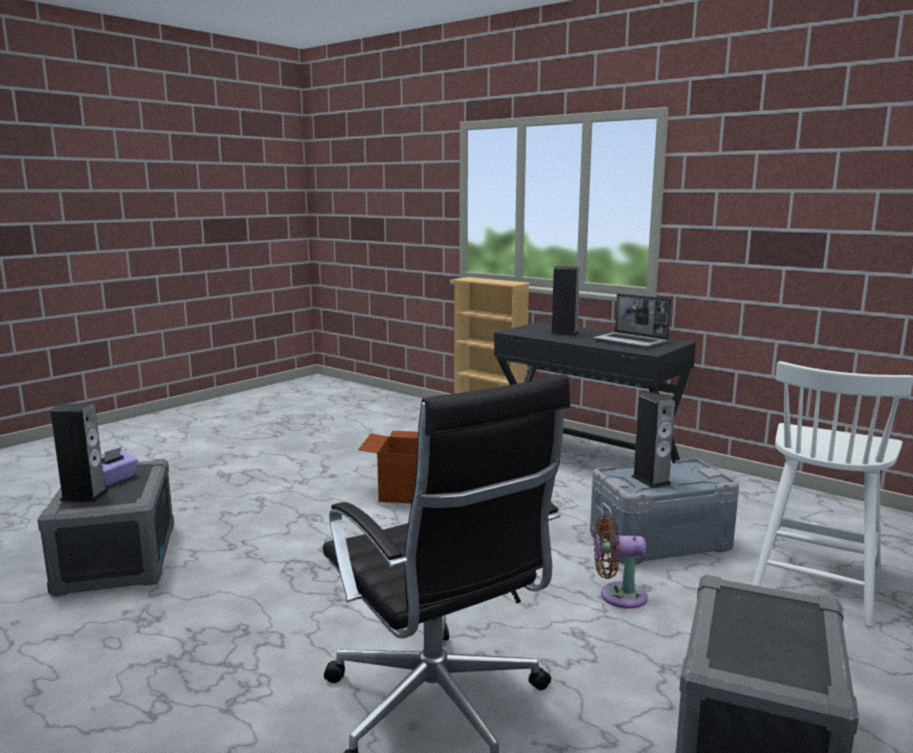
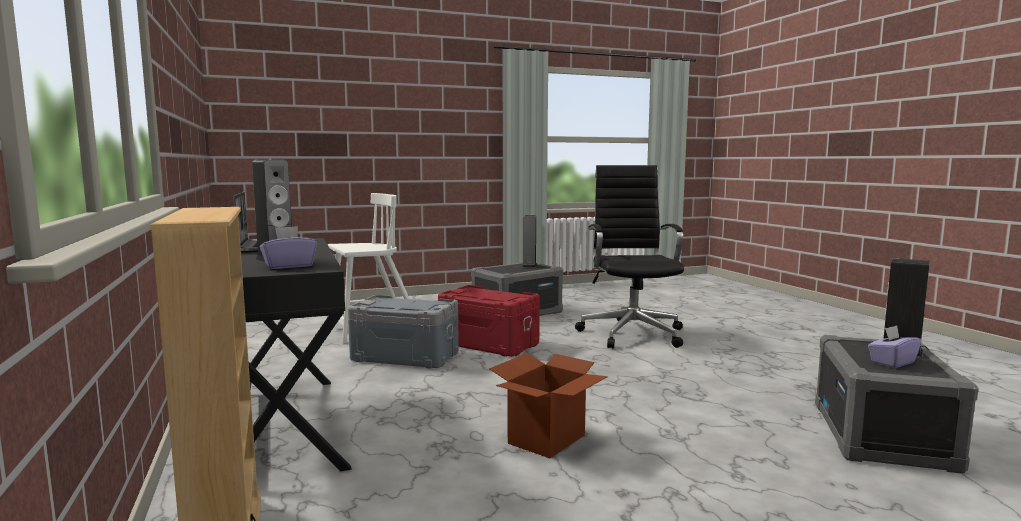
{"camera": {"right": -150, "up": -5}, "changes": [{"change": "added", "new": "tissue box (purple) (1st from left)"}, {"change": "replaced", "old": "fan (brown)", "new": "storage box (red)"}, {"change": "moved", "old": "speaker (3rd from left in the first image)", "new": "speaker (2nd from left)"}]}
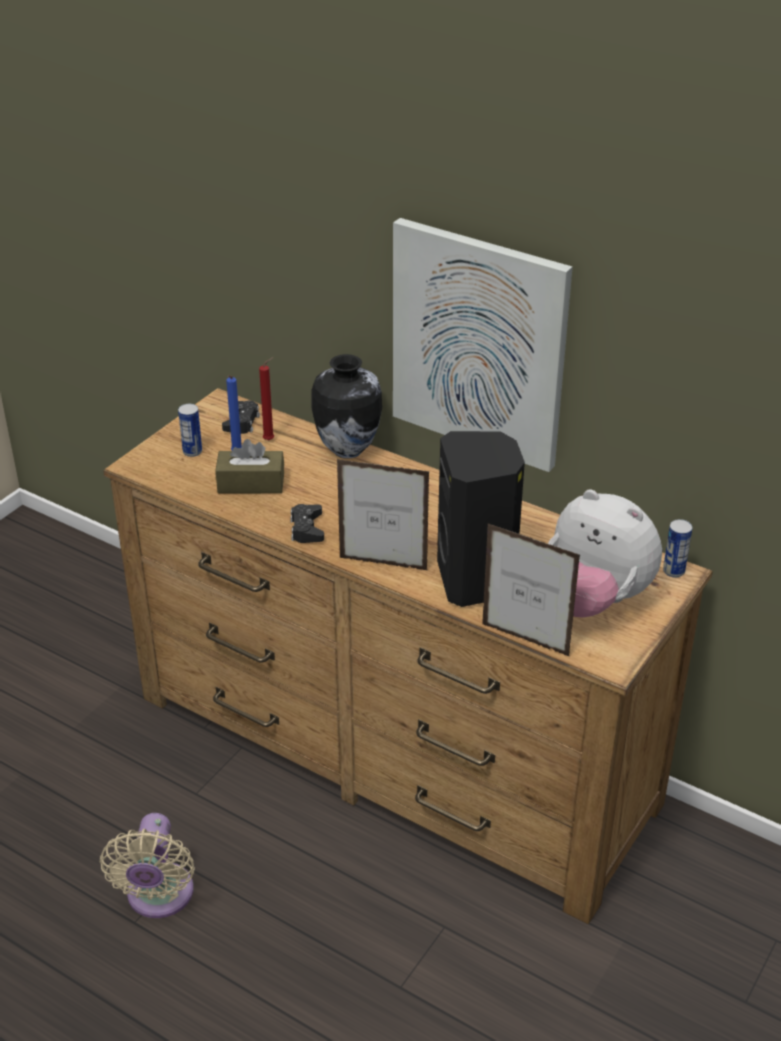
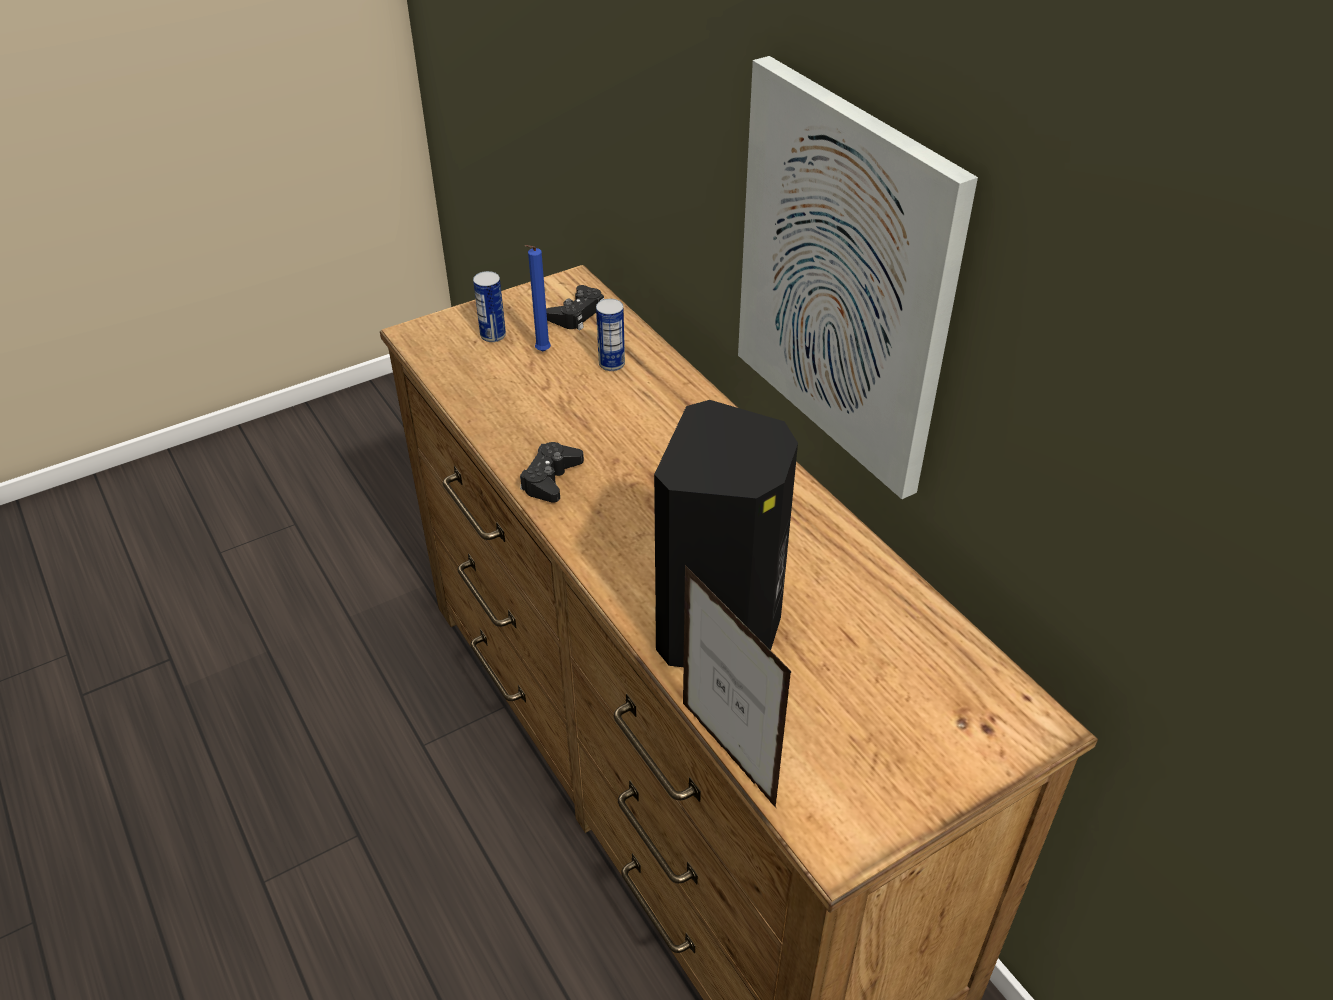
{"camera": {"right": 25, "up": 5}, "changes": [{"change": "moved", "old": "can (2nd from left)"}, {"change": "removed", "old": "fan (beige)"}, {"change": "removed", "old": "tissue box (brown)"}, {"change": "removed", "old": "candle (red)"}, {"change": "removed", "old": "vase"}, {"change": "removed", "old": "picture frame (1st from left)"}, {"change": "removed", "old": "plush toy"}]}
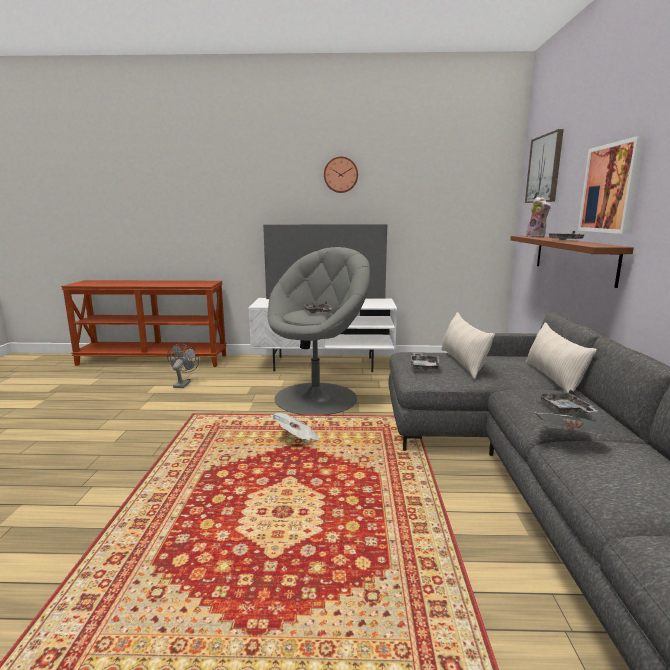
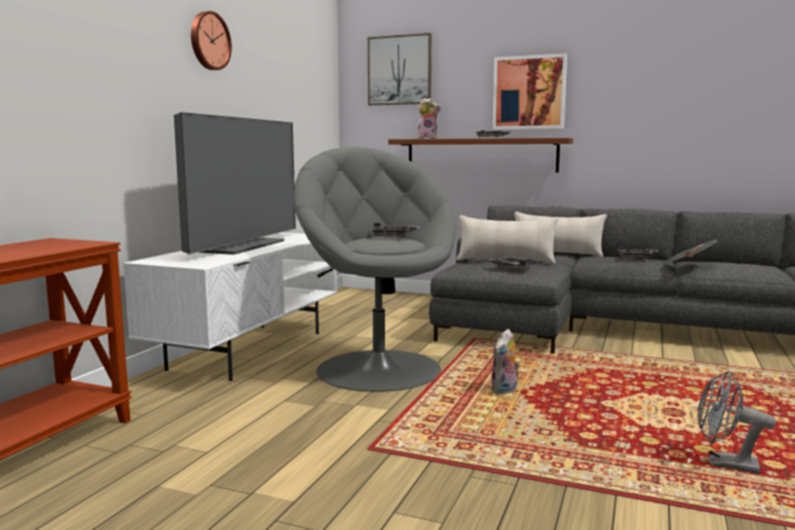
{"camera": {"right": -70, "up": -5}, "changes": [{"change": "replaced", "old": "newspaper (1st from left)", "new": "plush toy (2nd from left)"}, {"change": "moved", "old": "fan (grey)"}]}
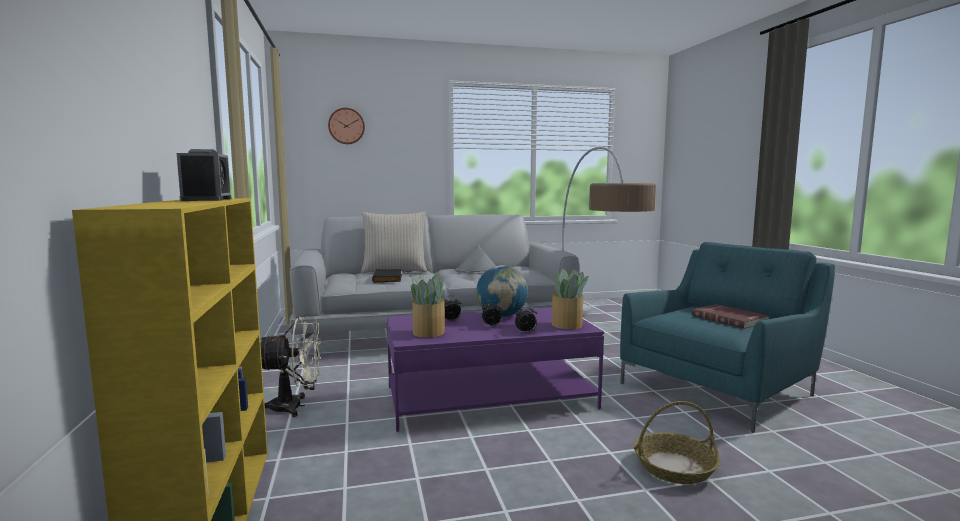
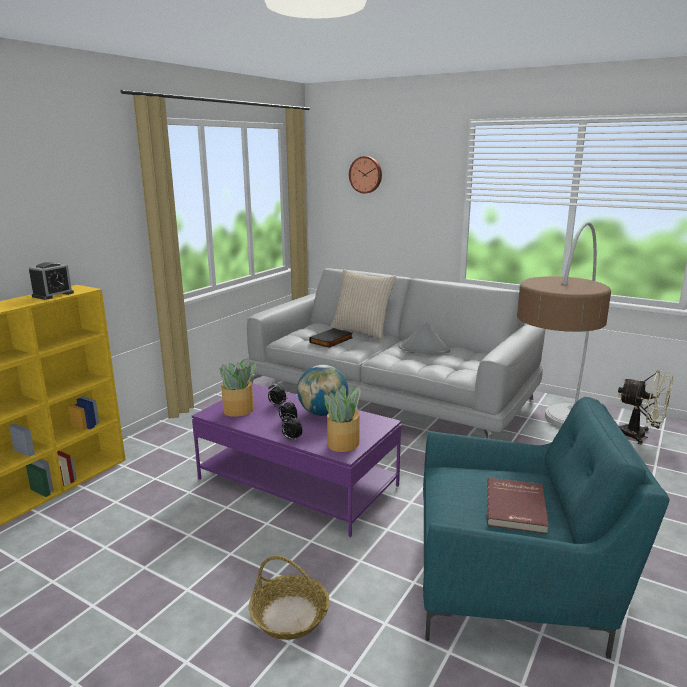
{"camera": {"right": 45, "up": 10}, "changes": [{"change": "moved", "old": "fan (beige)"}]}
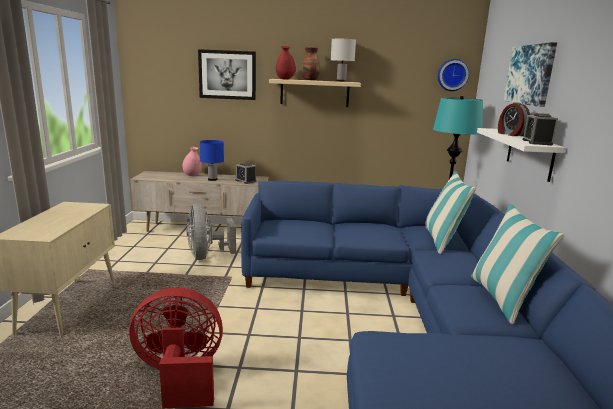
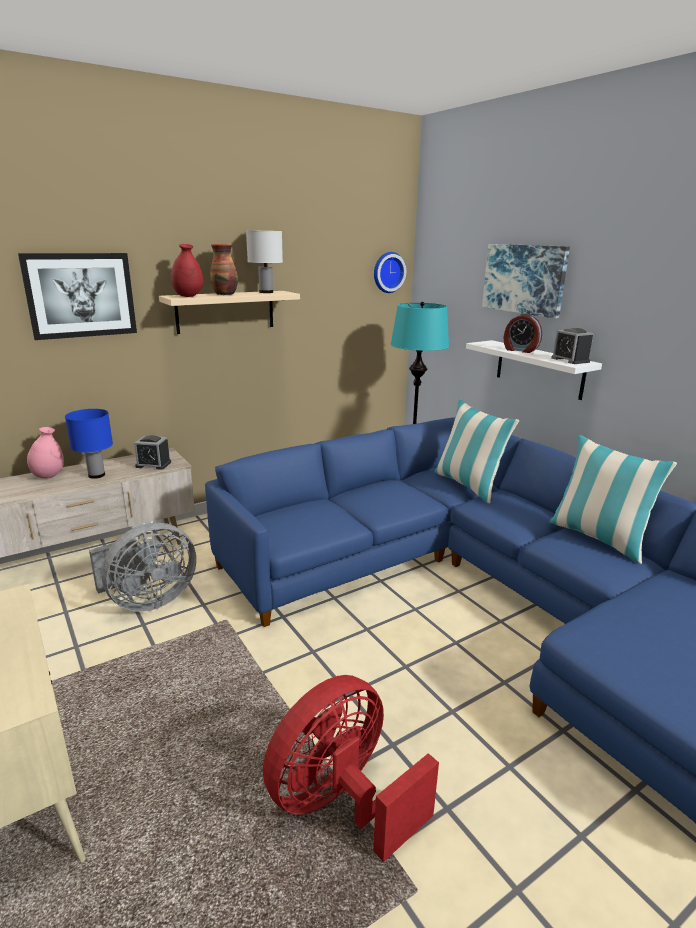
{"camera": {"right": -35, "up": 5}, "changes": [{"change": "turned", "old": "fan (grey)", "degrees": -75}]}
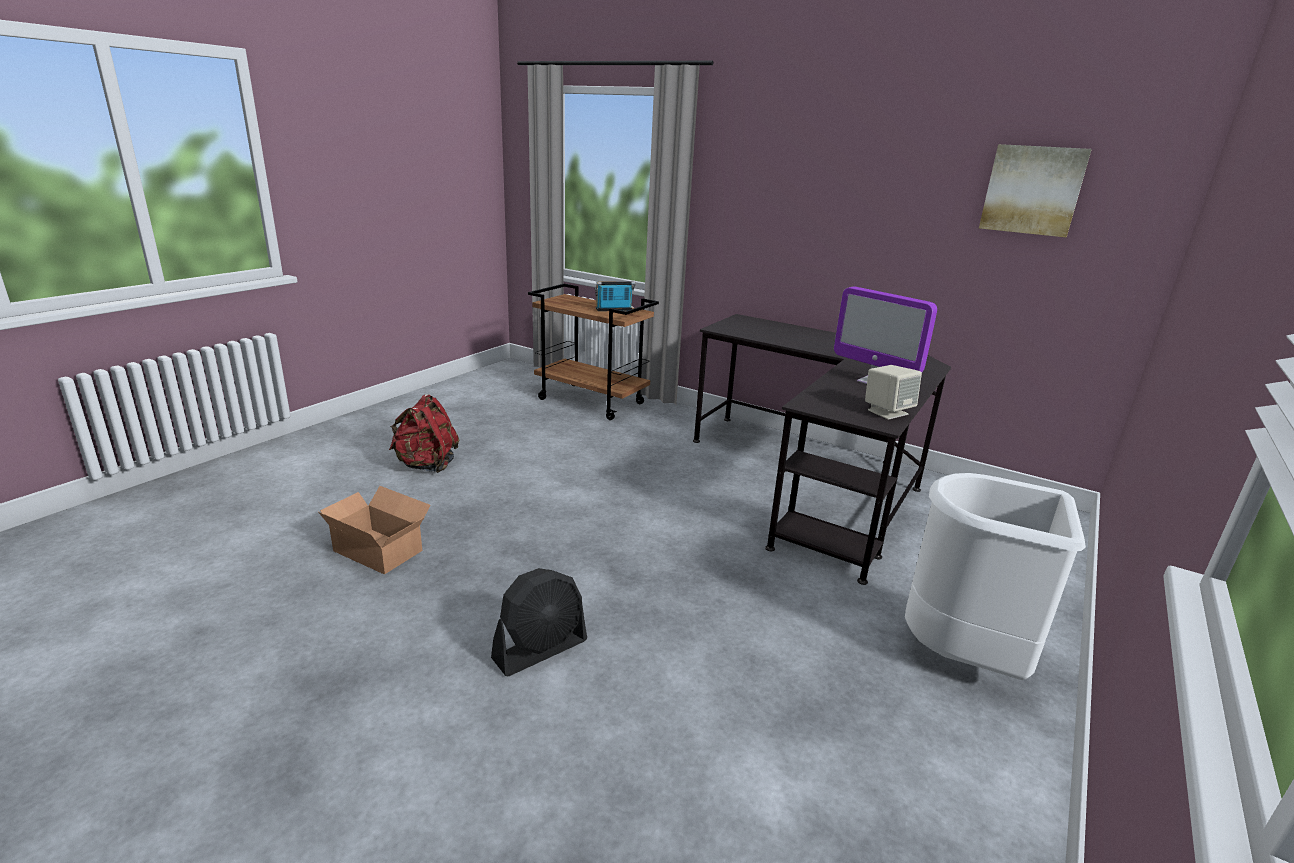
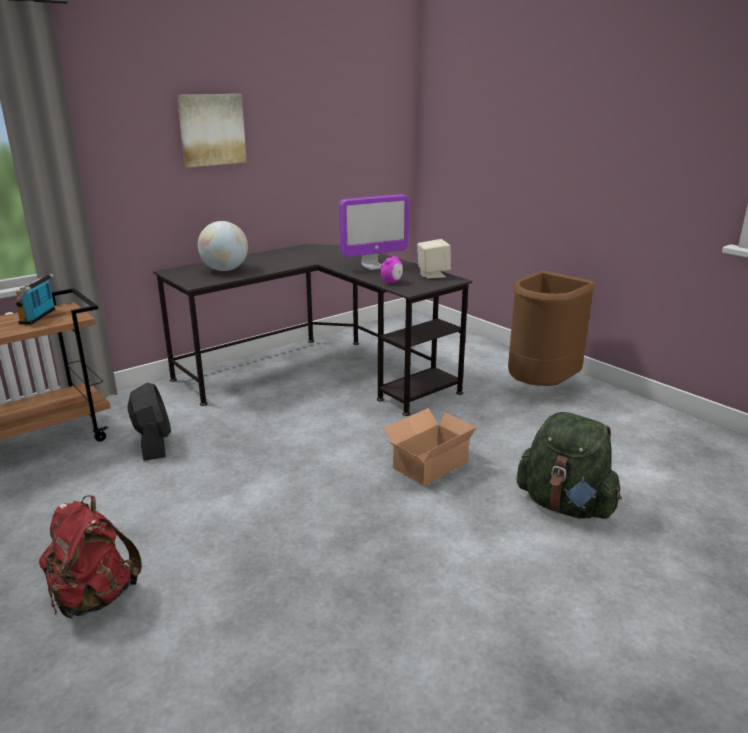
{"camera": {"right": -70, "up": 0}, "changes": [{"change": "moved", "old": "fan (black)"}, {"change": "moved", "old": "picture"}, {"change": "added", "new": "globe"}, {"change": "added", "new": "alarm clock"}, {"change": "moved", "old": "cardboard box"}, {"change": "recoloured", "old": "trash can (white)", "new": "trash can (brown)"}, {"change": "added", "new": "backpack (green)"}]}
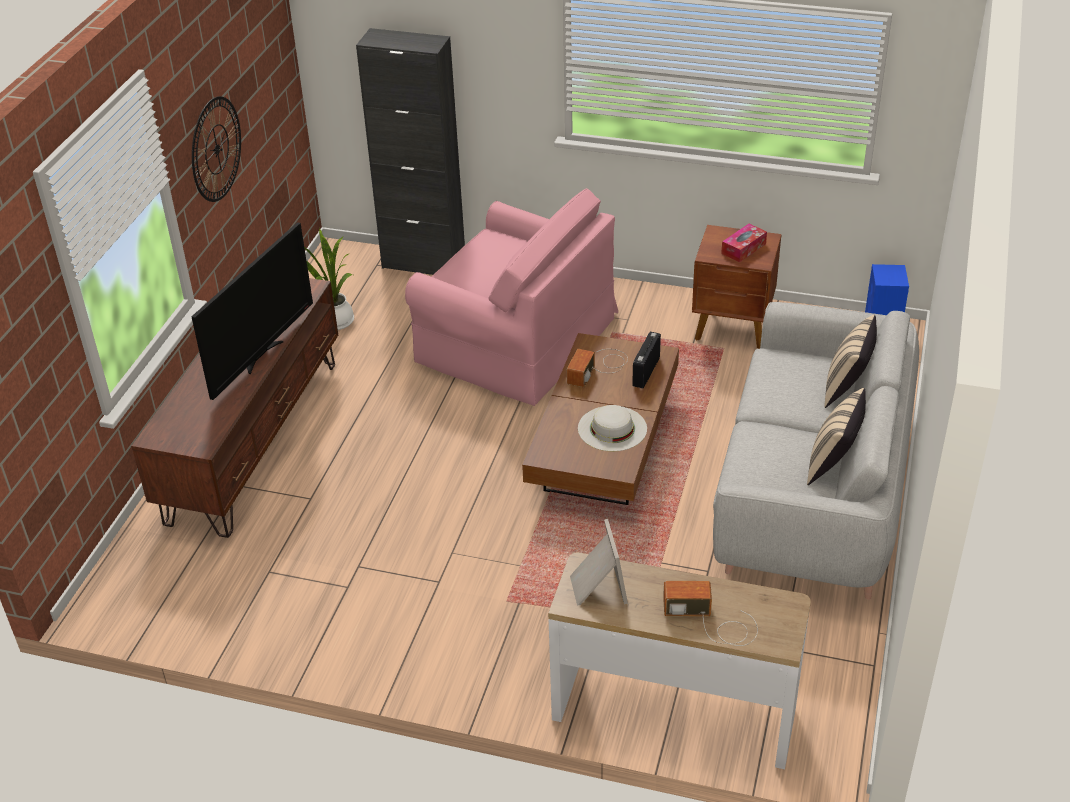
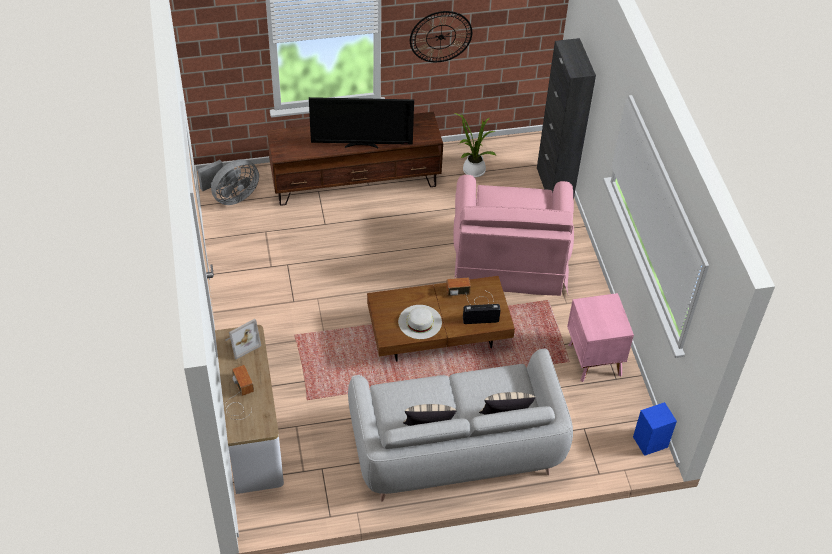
{"camera": {"right": 60, "up": 10}, "changes": [{"change": "added", "new": "fan (grey)"}, {"change": "recoloured", "old": "nightstand (brown)", "new": "nightstand (pink)"}, {"change": "removed", "old": "tissue box"}]}
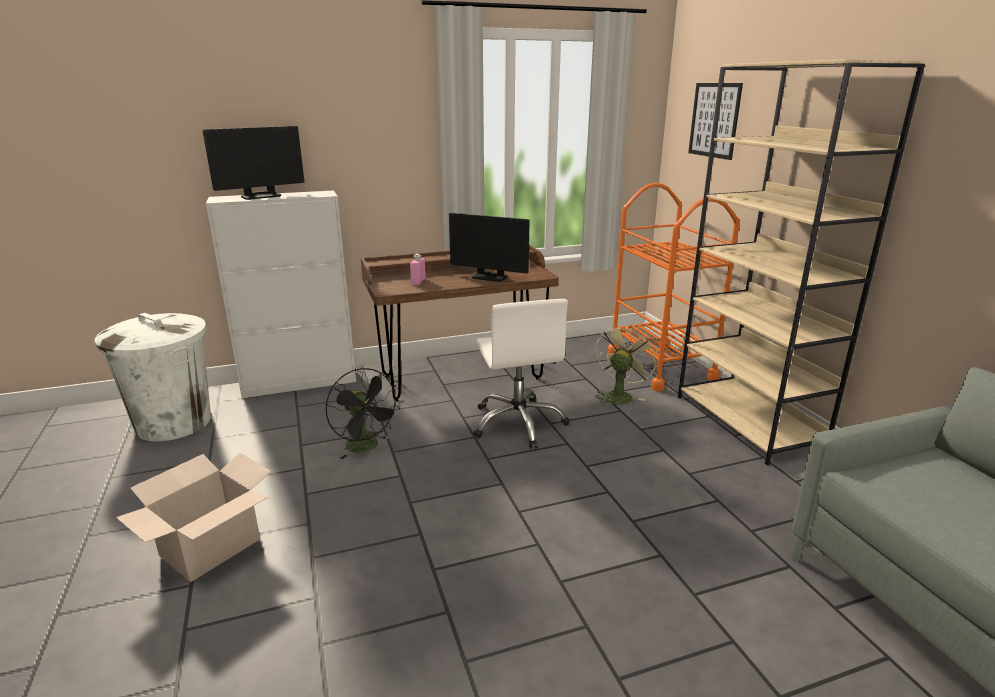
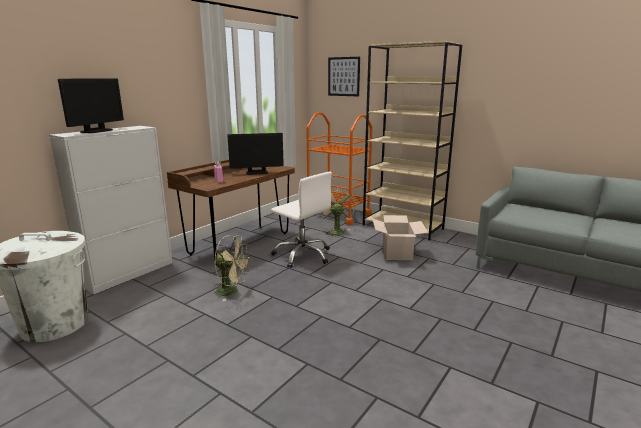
{"camera": {"right": -35, "up": -5}, "changes": [{"change": "recoloured", "old": "fan (black)", "new": "fan (beige) (1st from left)"}, {"change": "moved", "old": "cardboard box"}]}
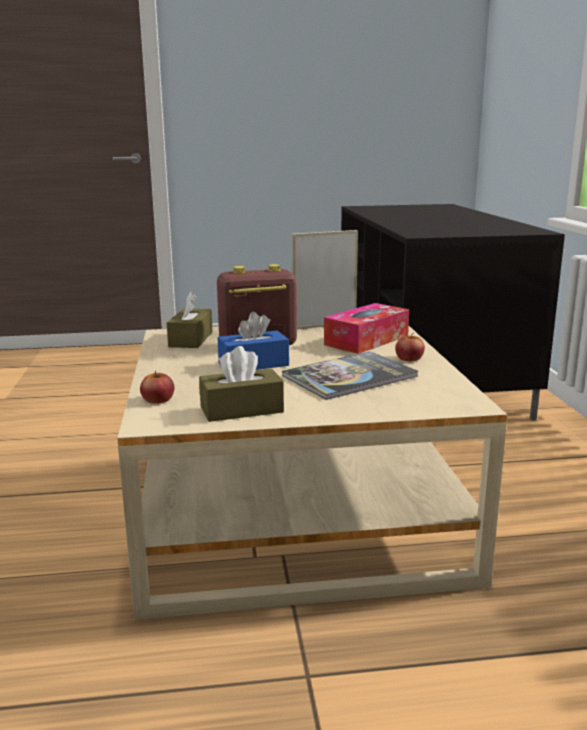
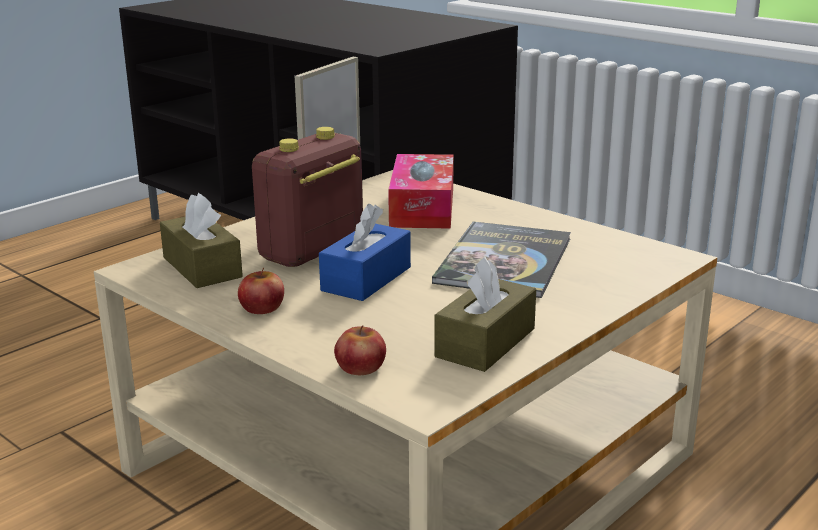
{"camera": {"right": -40, "up": 5}, "changes": [{"change": "moved", "old": "apple (2nd from left in the first image)", "new": "apple (1st from left)"}]}
